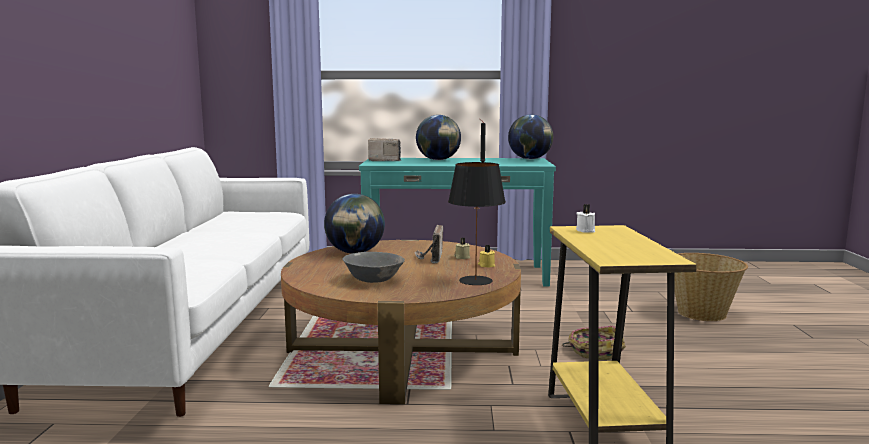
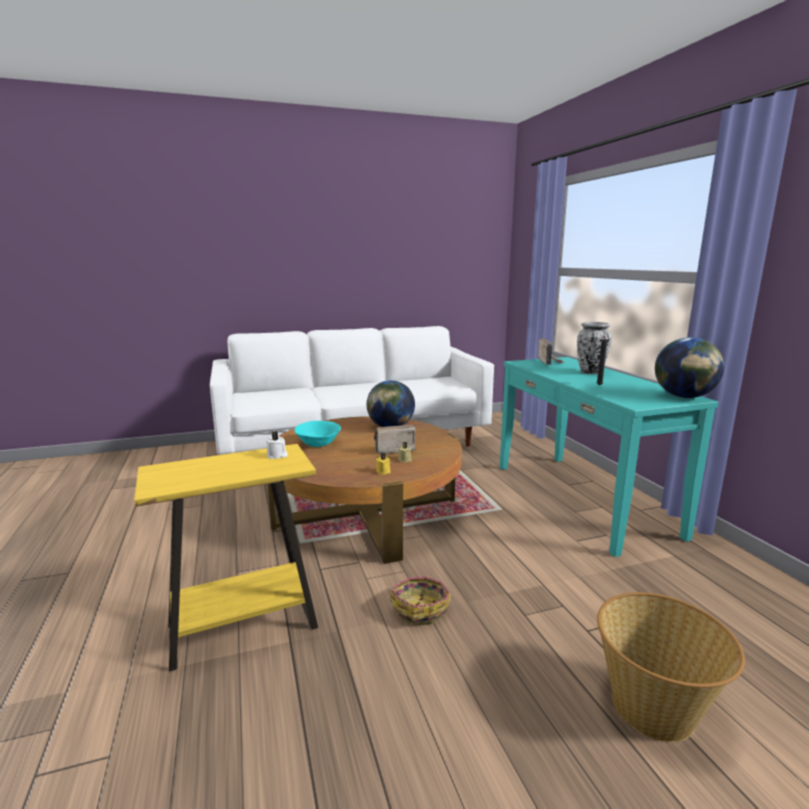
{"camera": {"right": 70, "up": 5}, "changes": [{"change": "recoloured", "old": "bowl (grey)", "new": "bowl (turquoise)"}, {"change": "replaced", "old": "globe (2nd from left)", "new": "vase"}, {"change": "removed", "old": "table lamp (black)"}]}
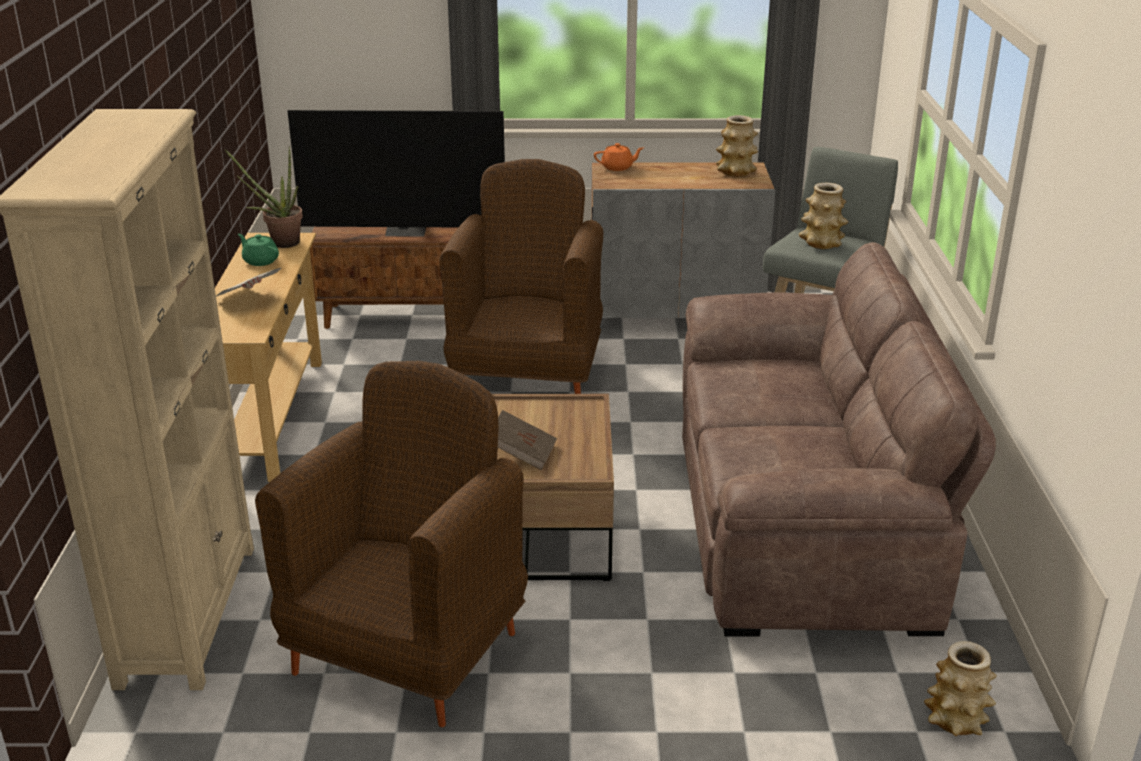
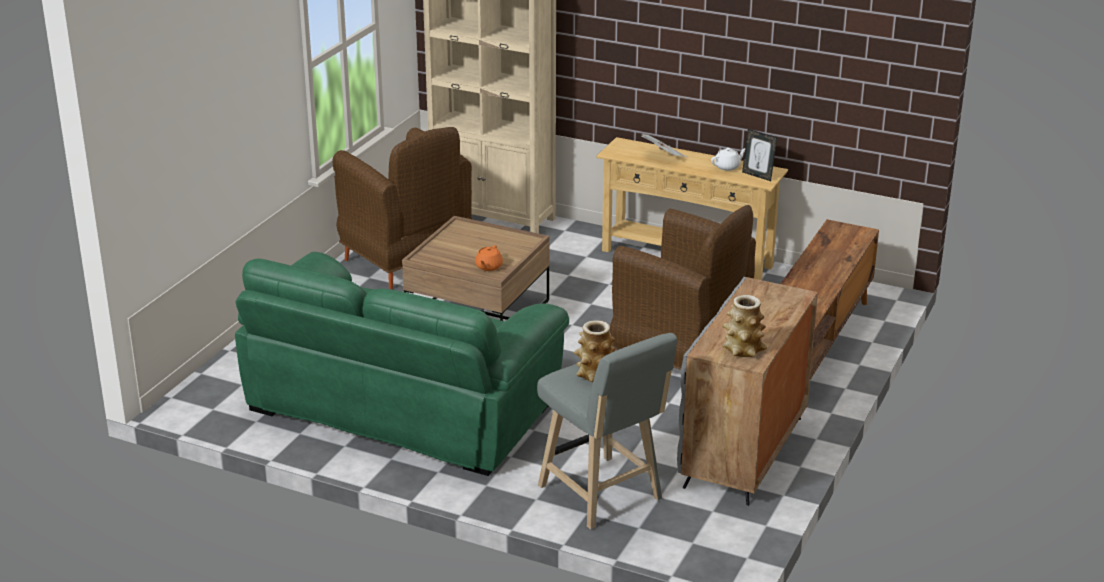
{"camera": {"right": 115, "up": 0}, "changes": [{"change": "recoloured", "old": "sofa (brown)", "new": "sofa (green)"}, {"change": "moved", "old": "teapot (orange)"}, {"change": "recoloured", "old": "teapot (green)", "new": "teapot (white)"}, {"change": "replaced", "old": "potted plant", "new": "picture frame"}, {"change": "removed", "old": "television"}, {"change": "removed", "old": "book (brown)"}, {"change": "removed", "old": "vase (3rd from left)"}]}
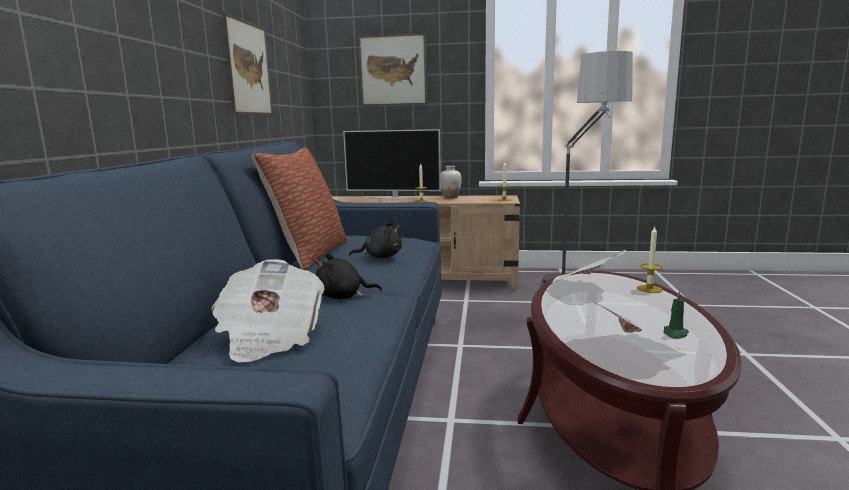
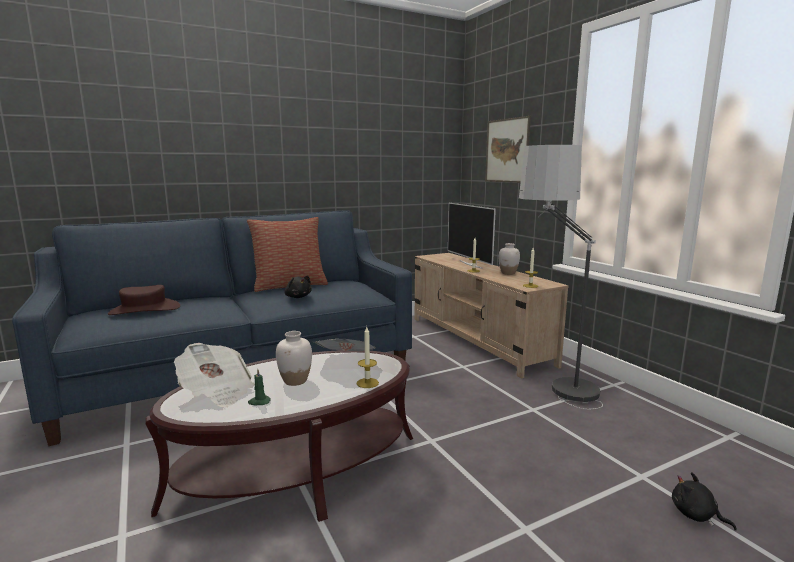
{"camera": {"right": 55, "up": 0}, "changes": [{"change": "replaced", "old": "newspaper (1st from left)", "new": "hat (brown)"}, {"change": "added", "new": "vase (white) (1st from left)"}, {"change": "moved", "old": "plush toy (black) (1st from left in the first image)", "new": "plush toy (black) (2nd from left)"}, {"change": "removed", "old": "picture (1st from left)"}]}
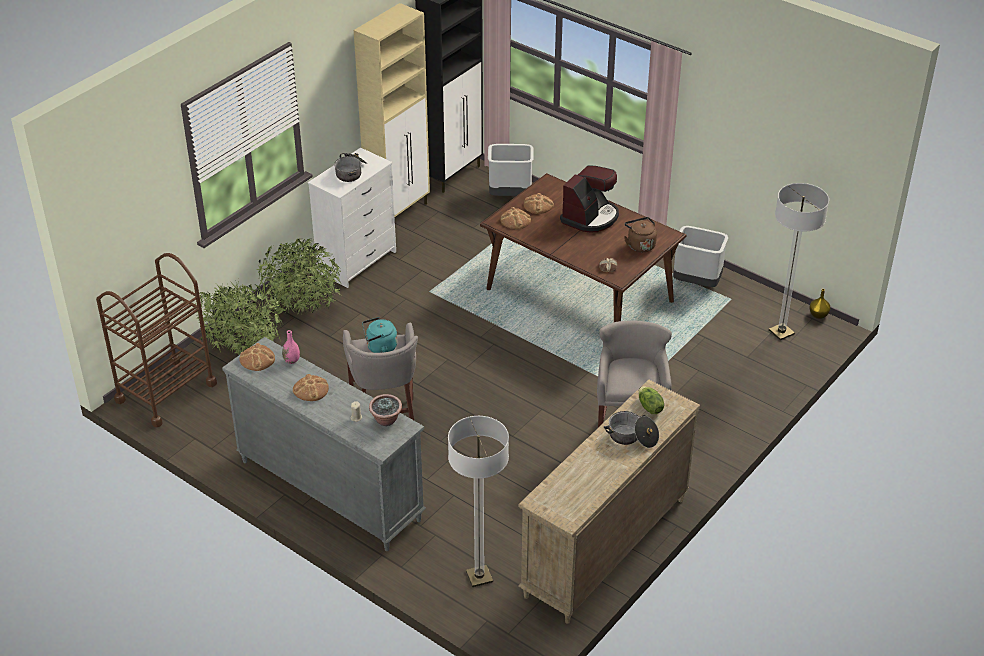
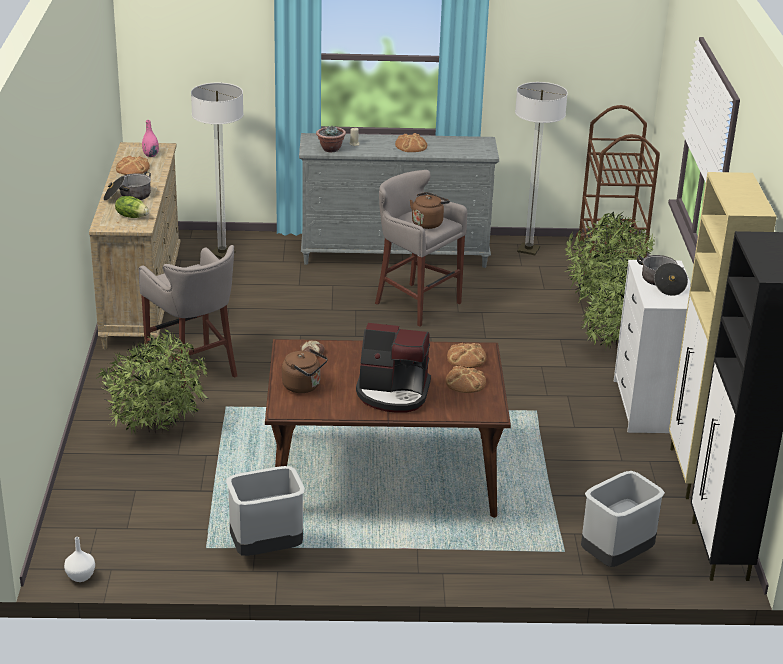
{"camera": {"right": 140, "up": -10}, "changes": [{"change": "recoloured", "old": "vase (yellow)", "new": "vase (white)"}, {"change": "added", "new": "potted plant (1st from left)"}, {"change": "moved", "old": "bread (1st from left)"}, {"change": "moved", "old": "vase (pink)"}, {"change": "turned", "old": "coffee machine", "degrees": -75}, {"change": "recoloured", "old": "kettle (turquoise)", "new": "kettle (brown) (2nd from left)"}, {"change": "moved", "old": "floor lamp (2nd from left)"}]}
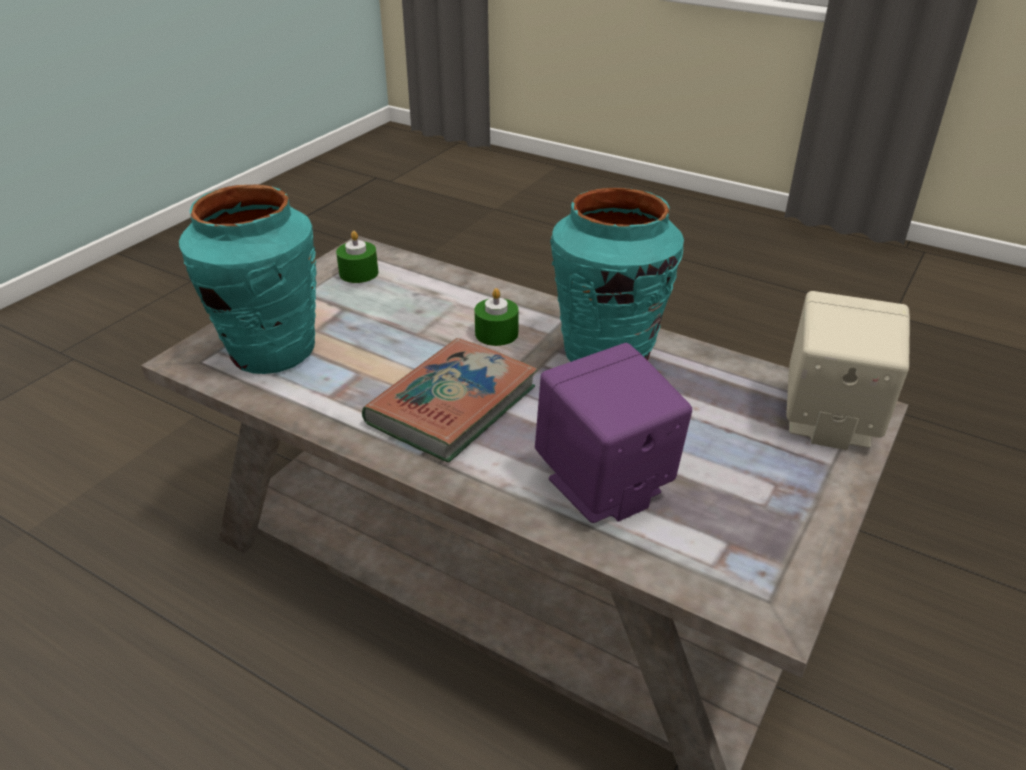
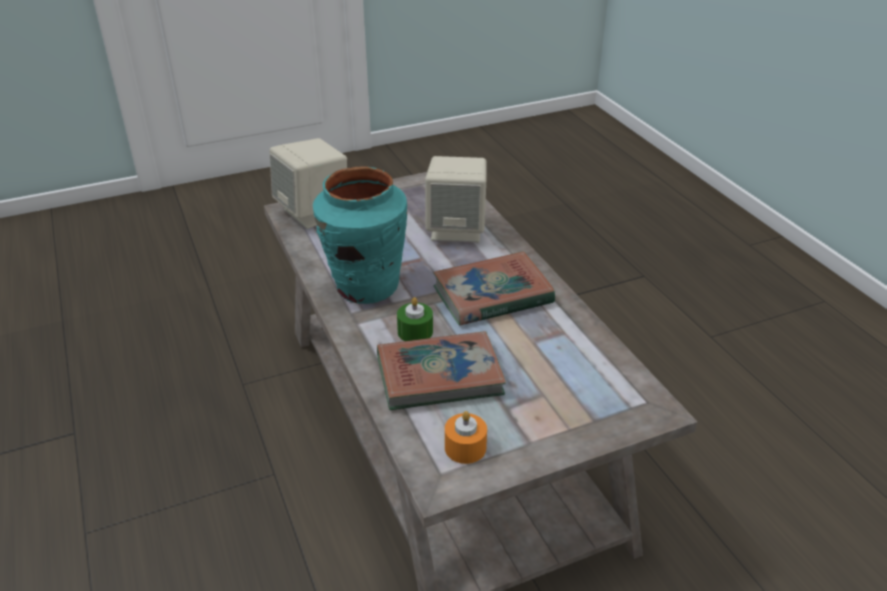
{"camera": {"right": -145, "up": 0}, "changes": [{"change": "added", "new": "book (1st from left)"}, {"change": "recoloured", "old": "speaker (purple)", "new": "speaker (beige) (2nd from left)"}, {"change": "recoloured", "old": "candle (green) (1st from left)", "new": "candle (orange)"}, {"change": "removed", "old": "vase (turquoise) (1st from left)"}]}
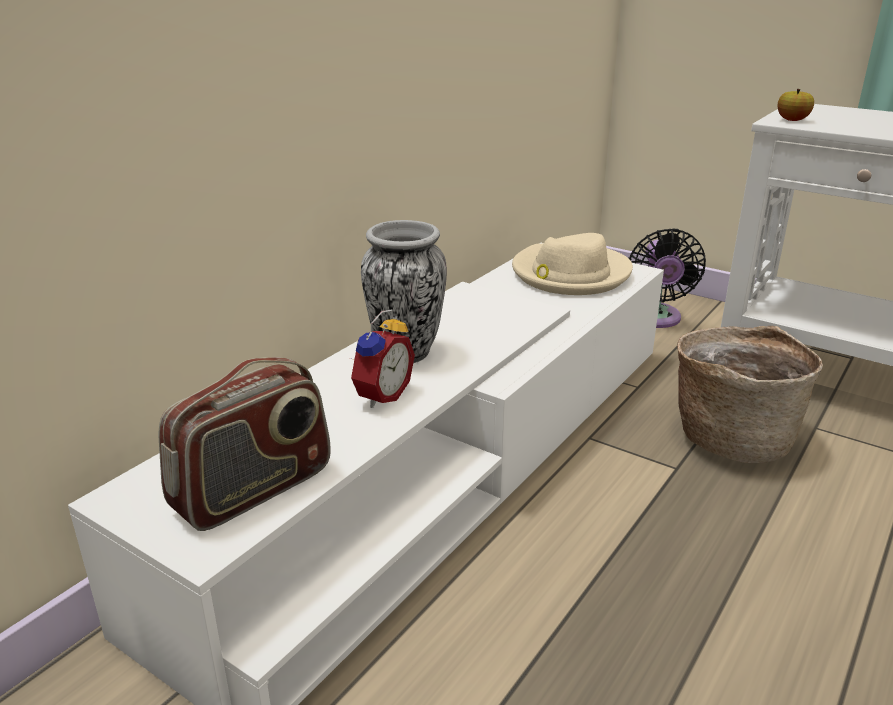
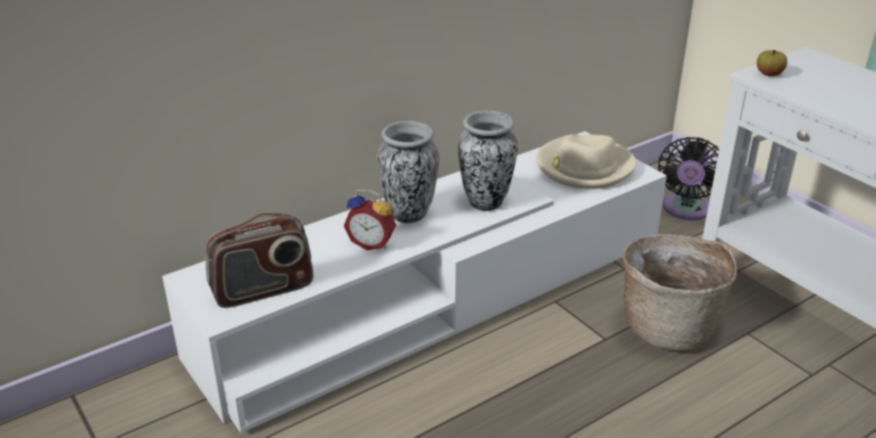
{"camera": {"right": 20, "up": 5}, "changes": [{"change": "turned", "old": "alarm clock", "degrees": 60}, {"change": "added", "new": "vase (2nd from left)"}]}
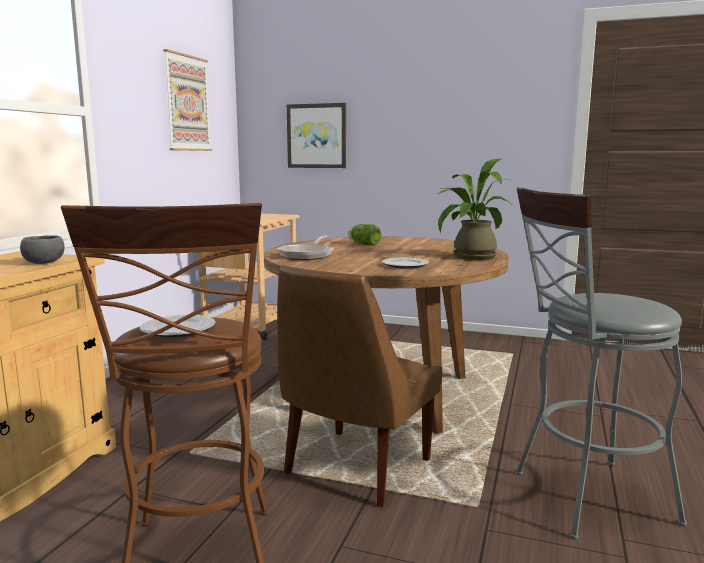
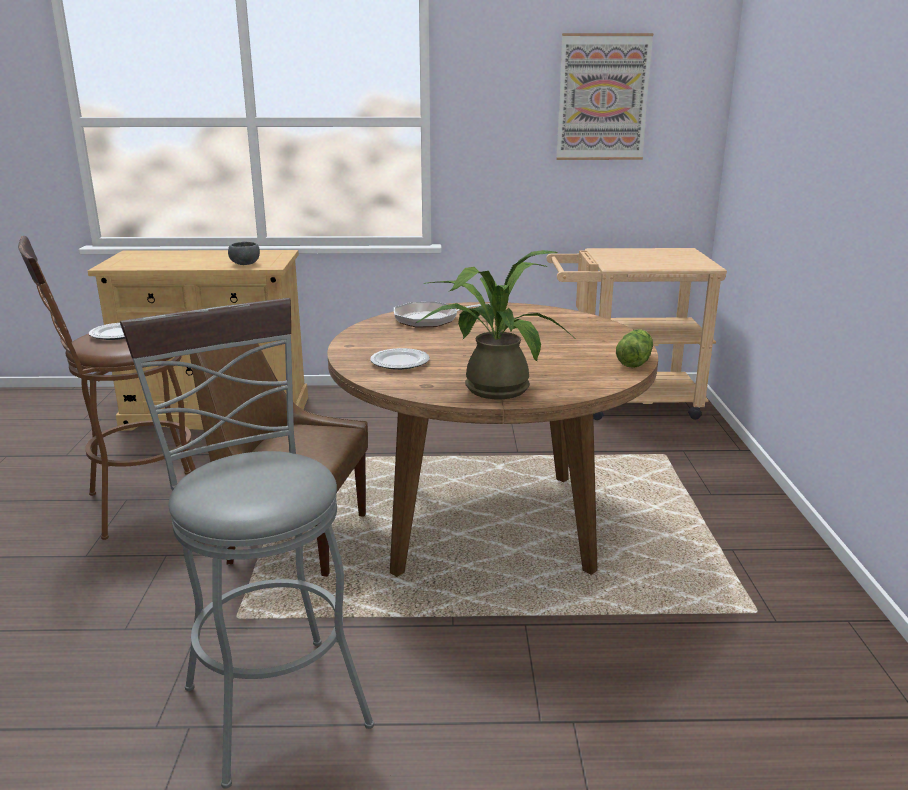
{"camera": {"right": 70, "up": 10}, "changes": [{"change": "moved", "old": "lettuce"}, {"change": "removed", "old": "picture (2nd from left)"}]}
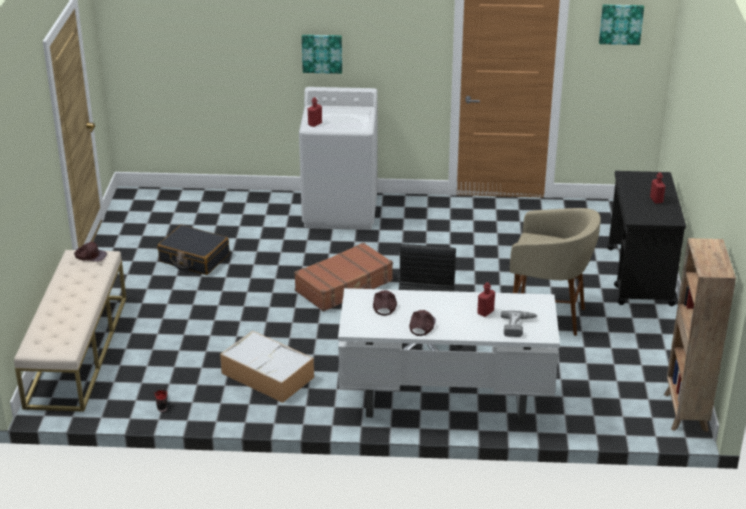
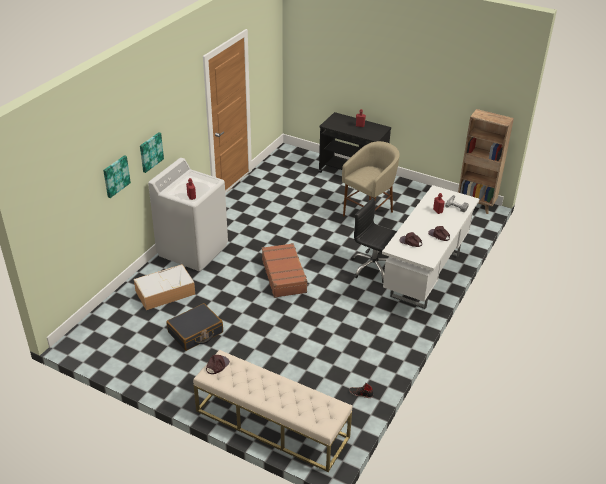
{"camera": {"right": -65, "up": 5}, "changes": [{"change": "moved", "old": "picture (2nd from left in the first image)", "new": "picture (1st from left)"}, {"change": "moved", "old": "storage box"}]}
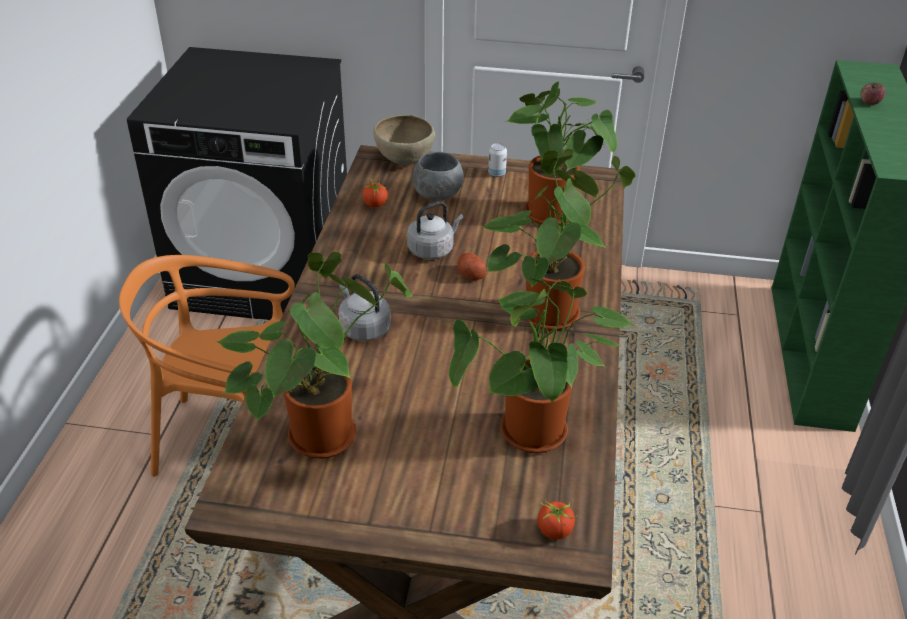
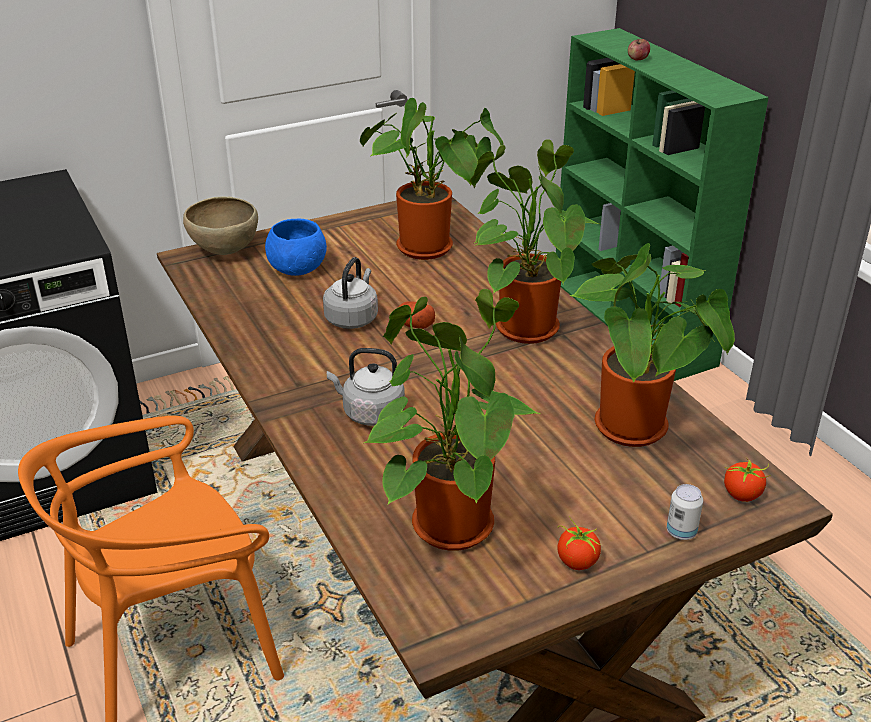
{"camera": {"right": -35, "up": -5}, "changes": [{"change": "recoloured", "old": "bowl (grey)", "new": "bowl (blue)"}, {"change": "moved", "old": "tomato (1st from left)"}, {"change": "moved", "old": "can"}]}
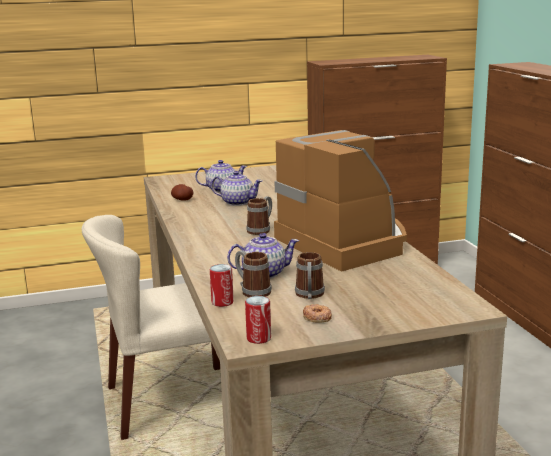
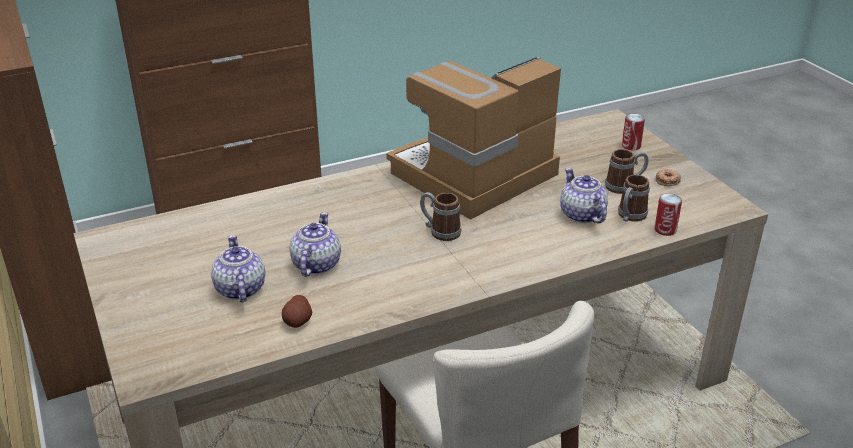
{"camera": {"right": -100, "up": 15}, "changes": [{"change": "moved", "old": "can (2nd from left in the first image)", "new": "can (1st from left)"}]}
